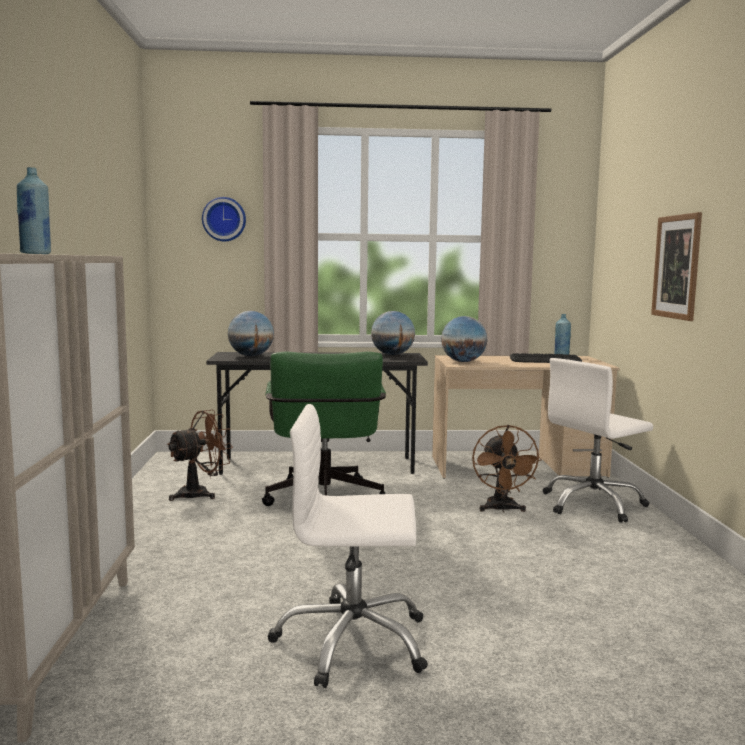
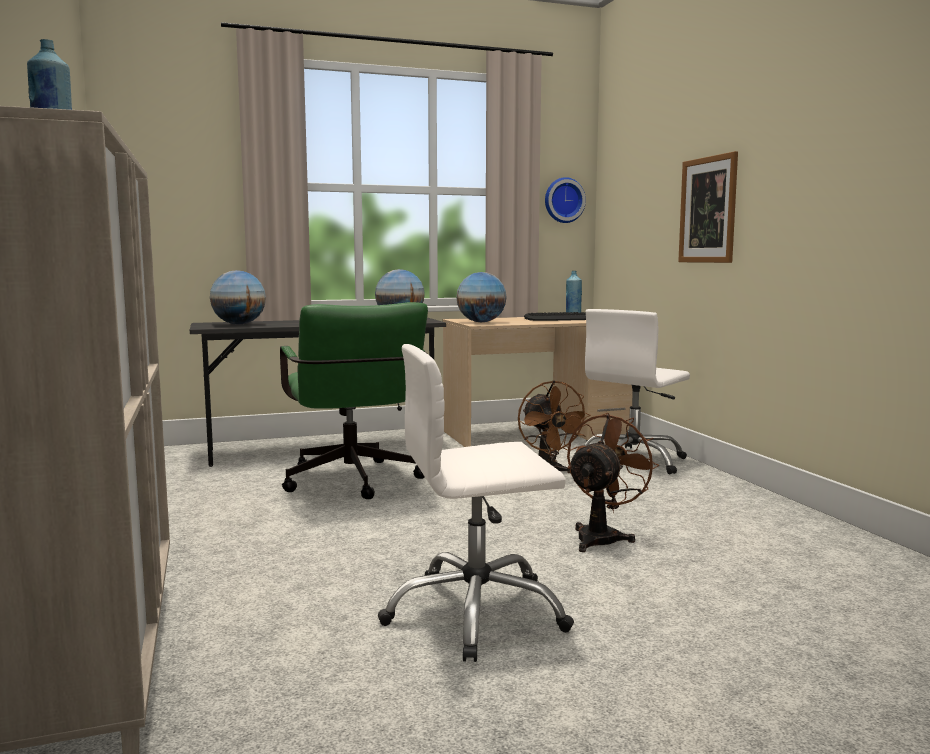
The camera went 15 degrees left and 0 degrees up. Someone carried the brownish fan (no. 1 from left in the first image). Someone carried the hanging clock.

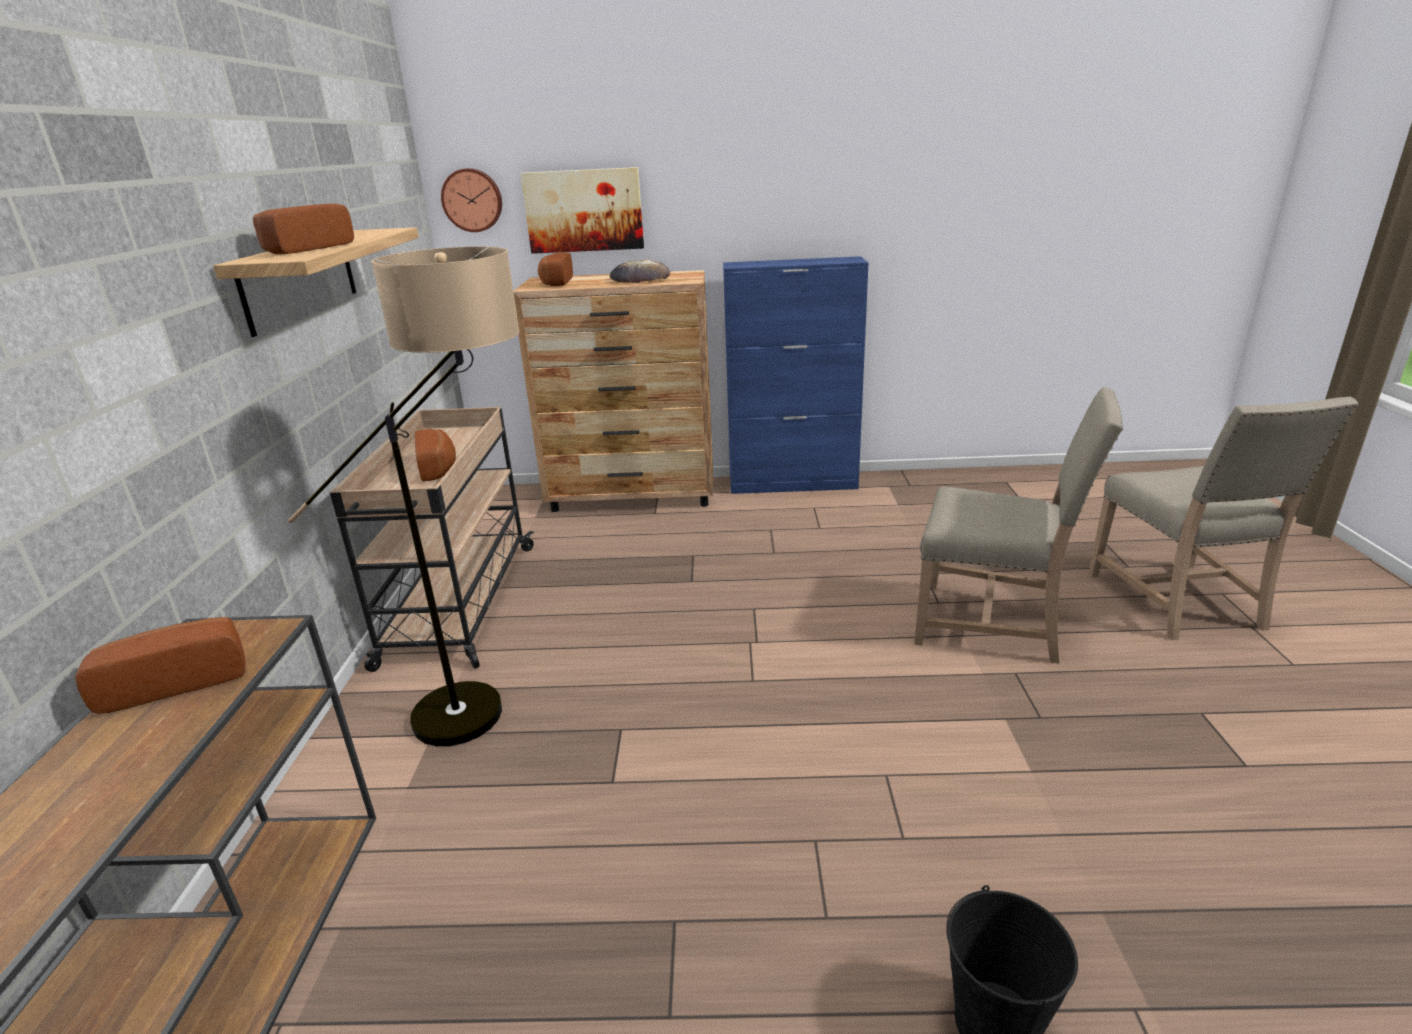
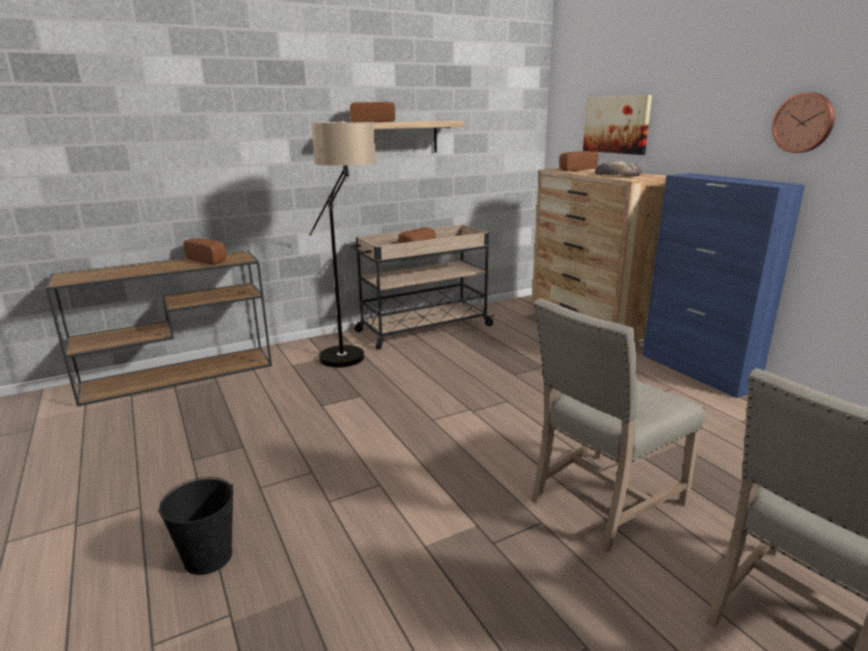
The camera went 60 degrees right and 5 degrees down. Someone carried the hanging clock. Someone rotated the beige-coloured plain chair (no. 1 from left) by 60 degrees clockwise.

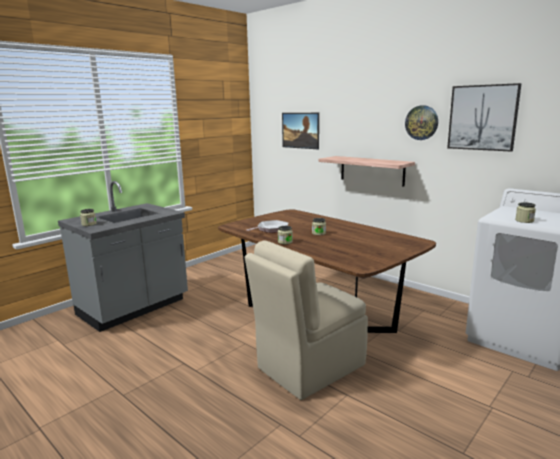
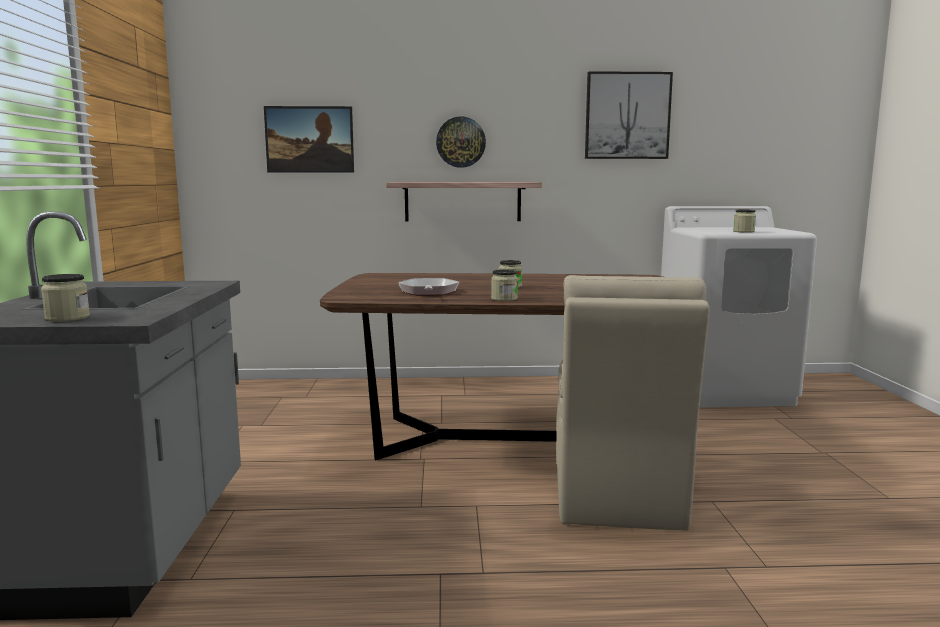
The camera went 45 degrees left and 5 degrees down. Someone carried the hanging clock.

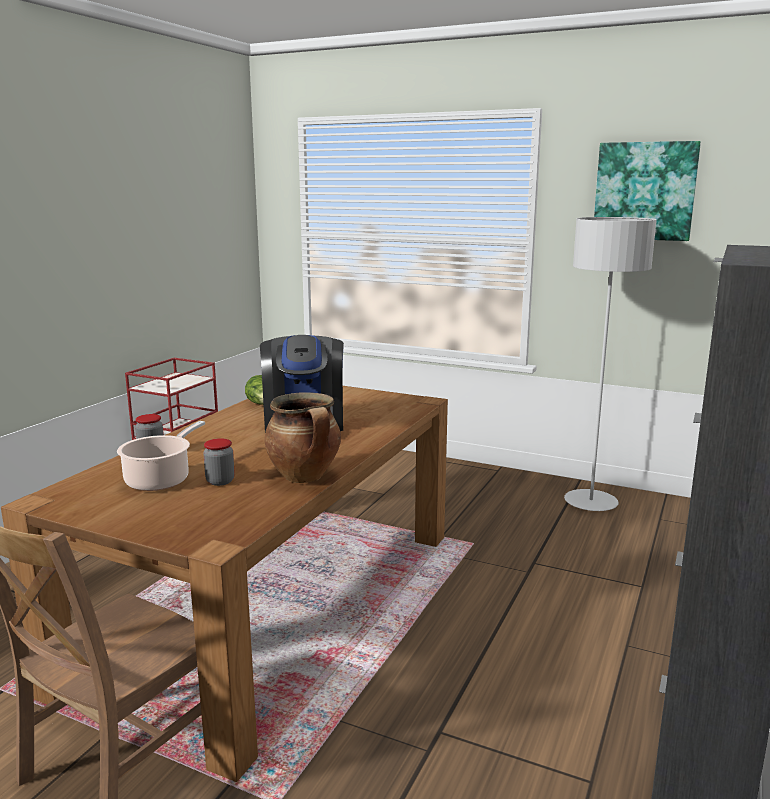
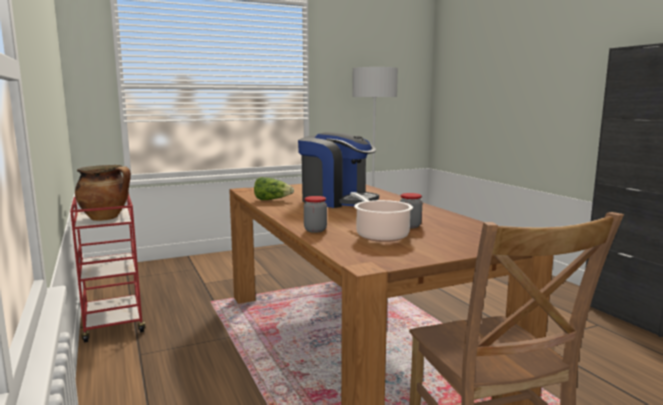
The camera went 50 degrees left and 5 degrees down. Someone carried the saucepot (no. 2 from left in the first image). Someone took away the wall picture.

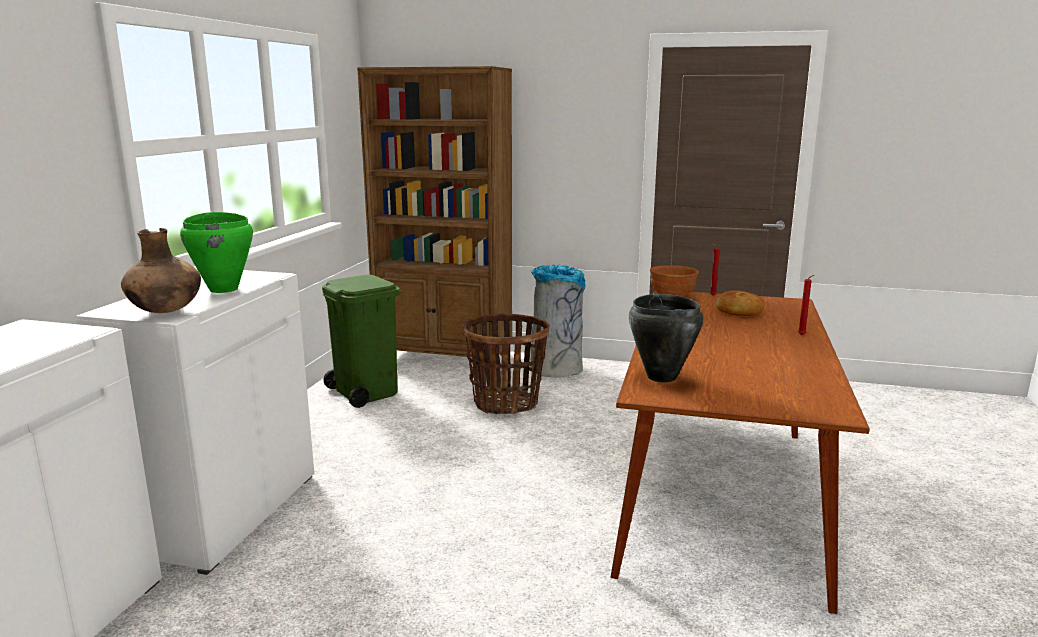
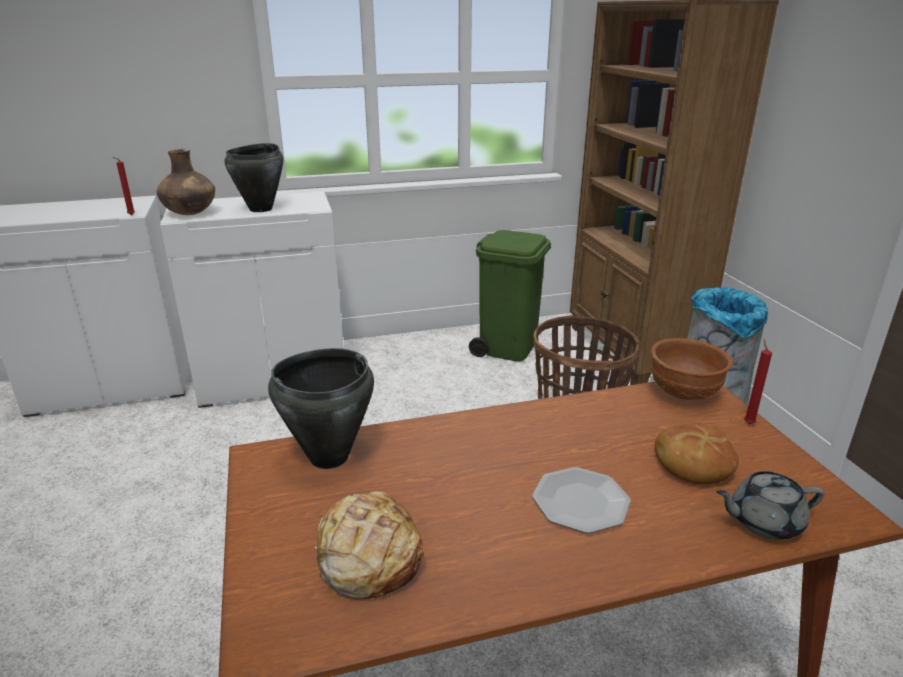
The camera went 60 degrees right and 10 degrees up. Someone repainted the green saucepot, which became the blackish saucepot (no. 1 from left). Someone carried the red wax light (no. 2 from left in the first image). Someone put down the bread (no. 1 from left). Someone put down the plate. Someone put down the grey pot for tea.

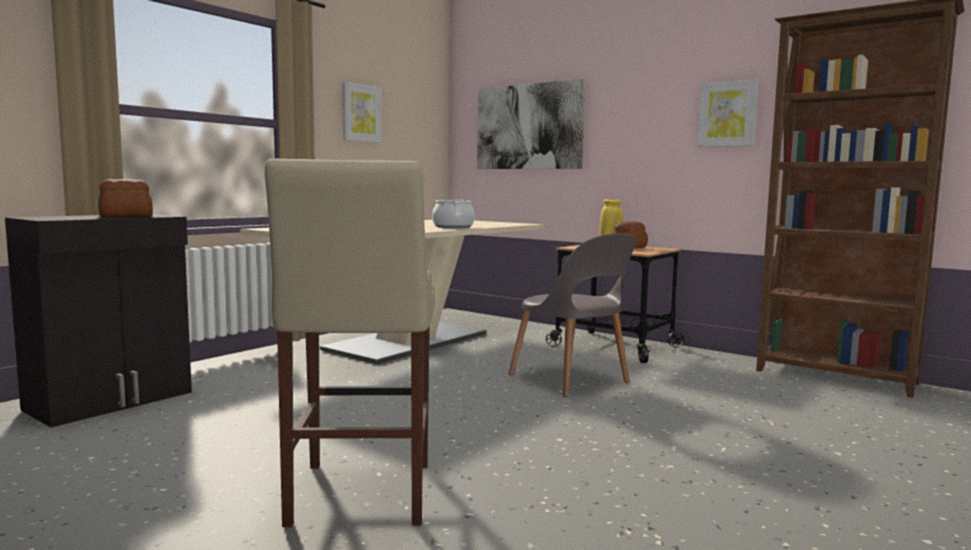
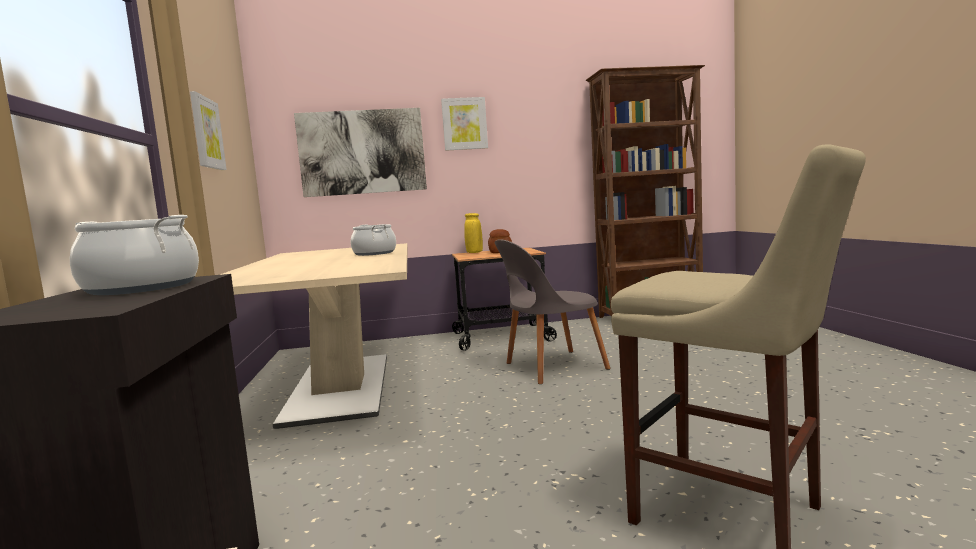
The camera went 45 degrees left and 0 degrees up. Someone swapped the bread (no. 1 from left) for the saucepot (no. 1 from left). Someone rotated the grey plain chair by 150 degrees clockwise. Someone carried the wall picture (no. 3 from left).

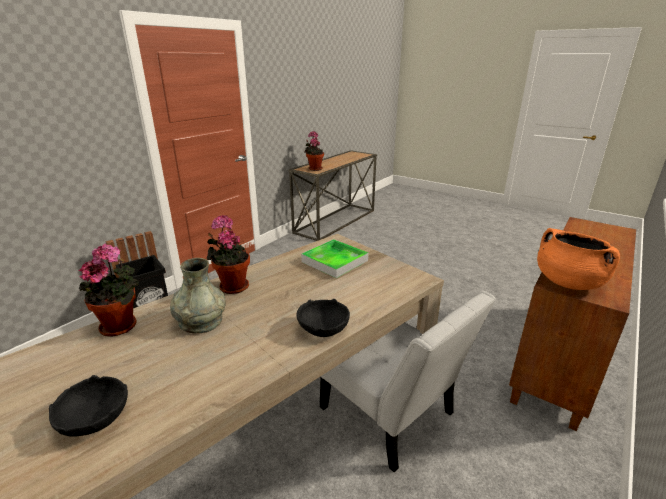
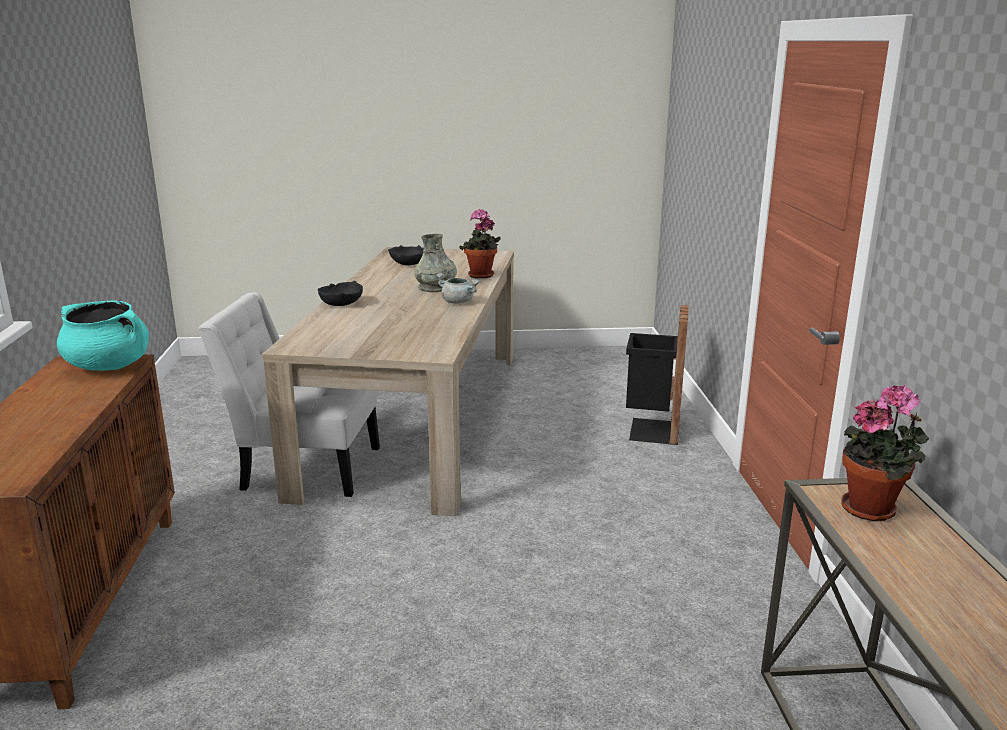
The camera went 140 degrees right and 5 degrees down. Someone swapped the plant in a pot (no. 2 from left) for the grey saucepot. Someone took away the carrying tray. Someone repainted the orange saucepot, which became the turquoise-coloured saucepot.

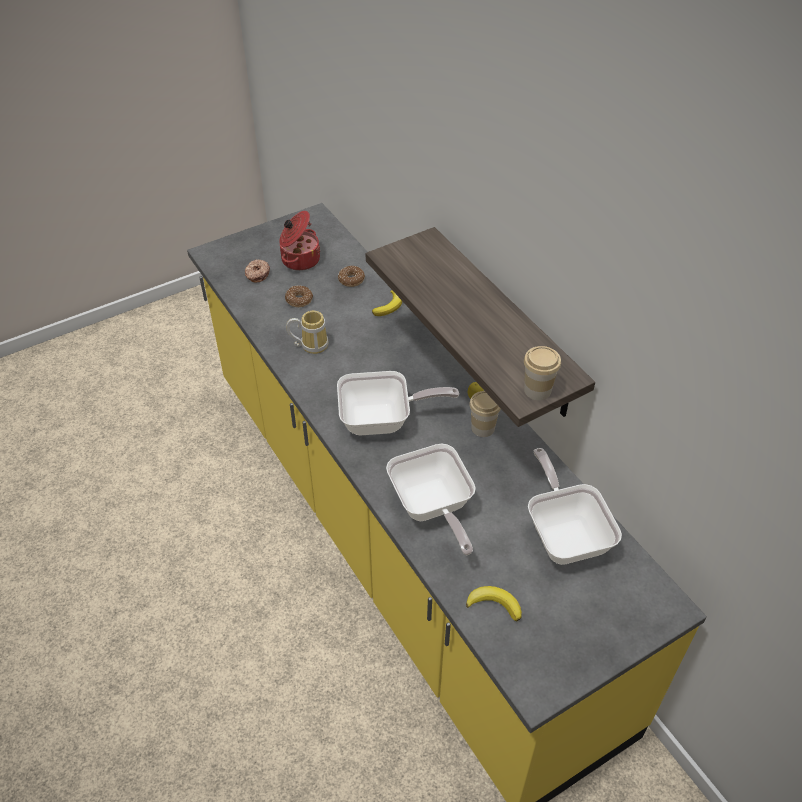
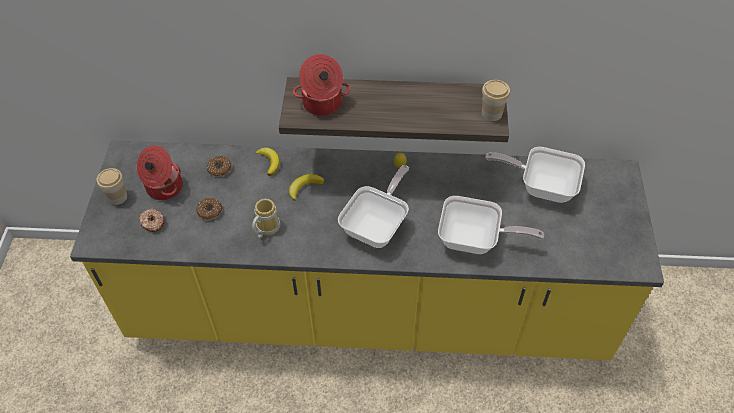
The camera went 55 degrees left and 5 degrees up. Someone carried the whole banana (no. 2 from left). Someone carried the small cup (no. 1 from left). Someone put down the saucepot (no. 2 from left).

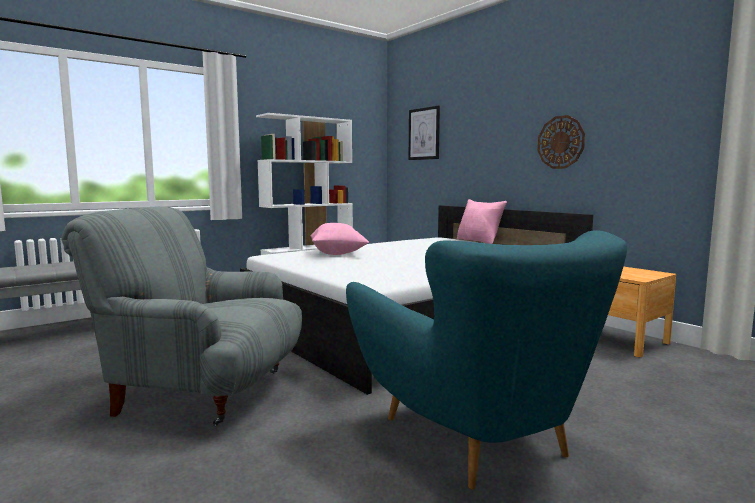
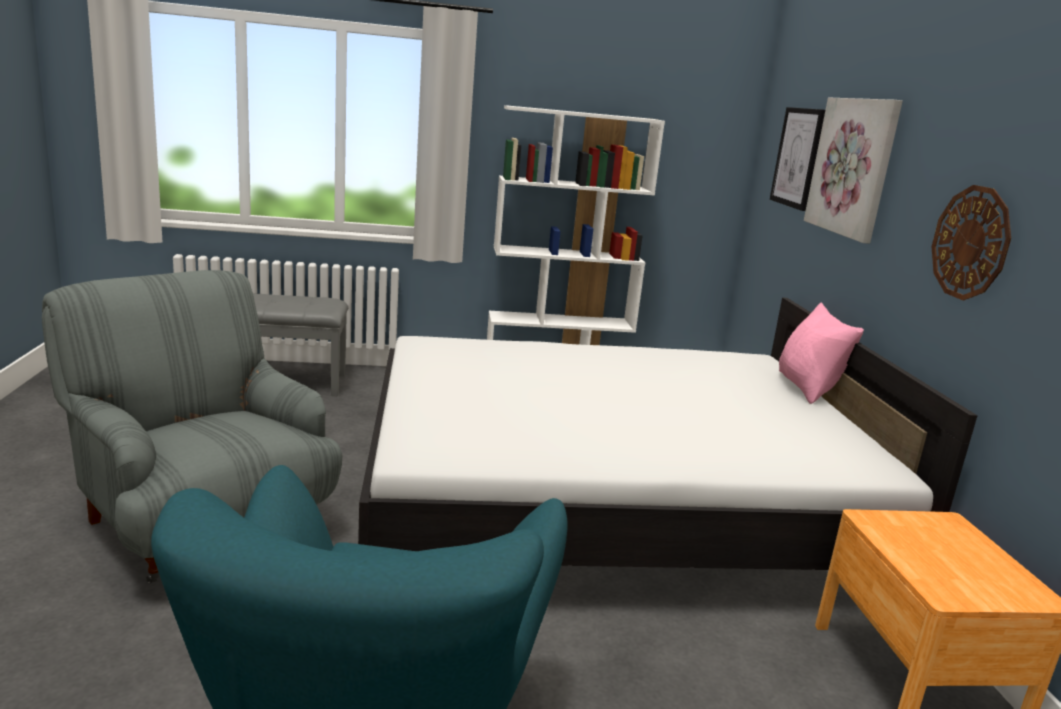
The camera went 30 degrees right and 10 degrees up. Someone took away the pink cushion (no. 1 from left). Someone put up the wall picture (no. 2 from left).

